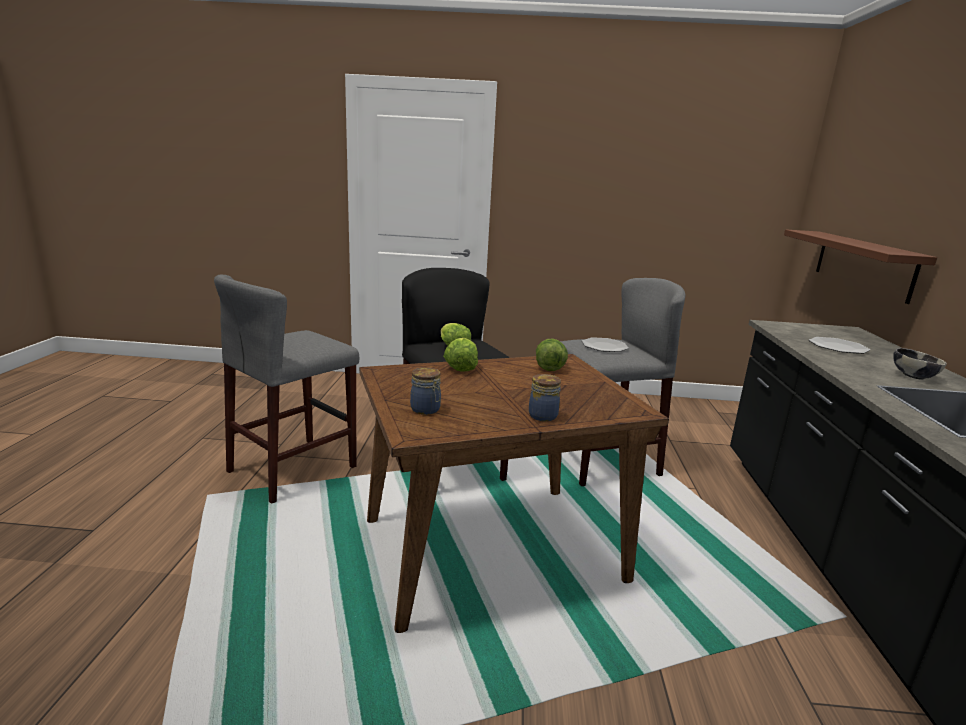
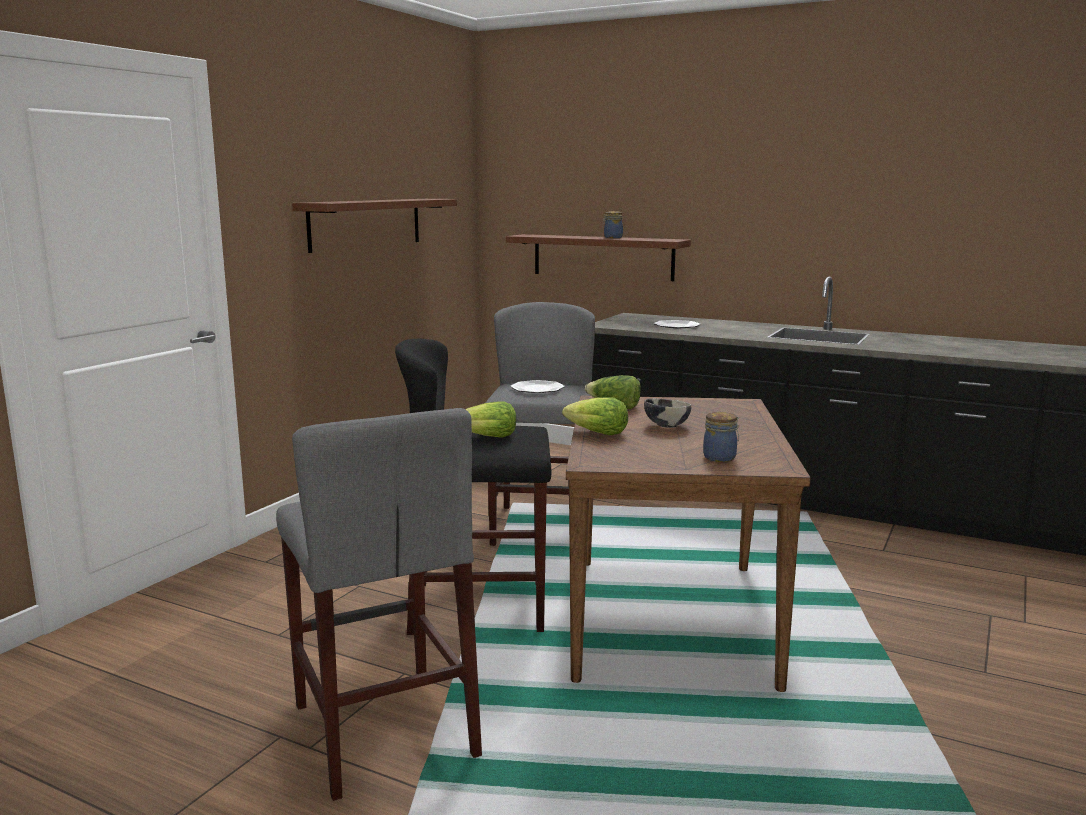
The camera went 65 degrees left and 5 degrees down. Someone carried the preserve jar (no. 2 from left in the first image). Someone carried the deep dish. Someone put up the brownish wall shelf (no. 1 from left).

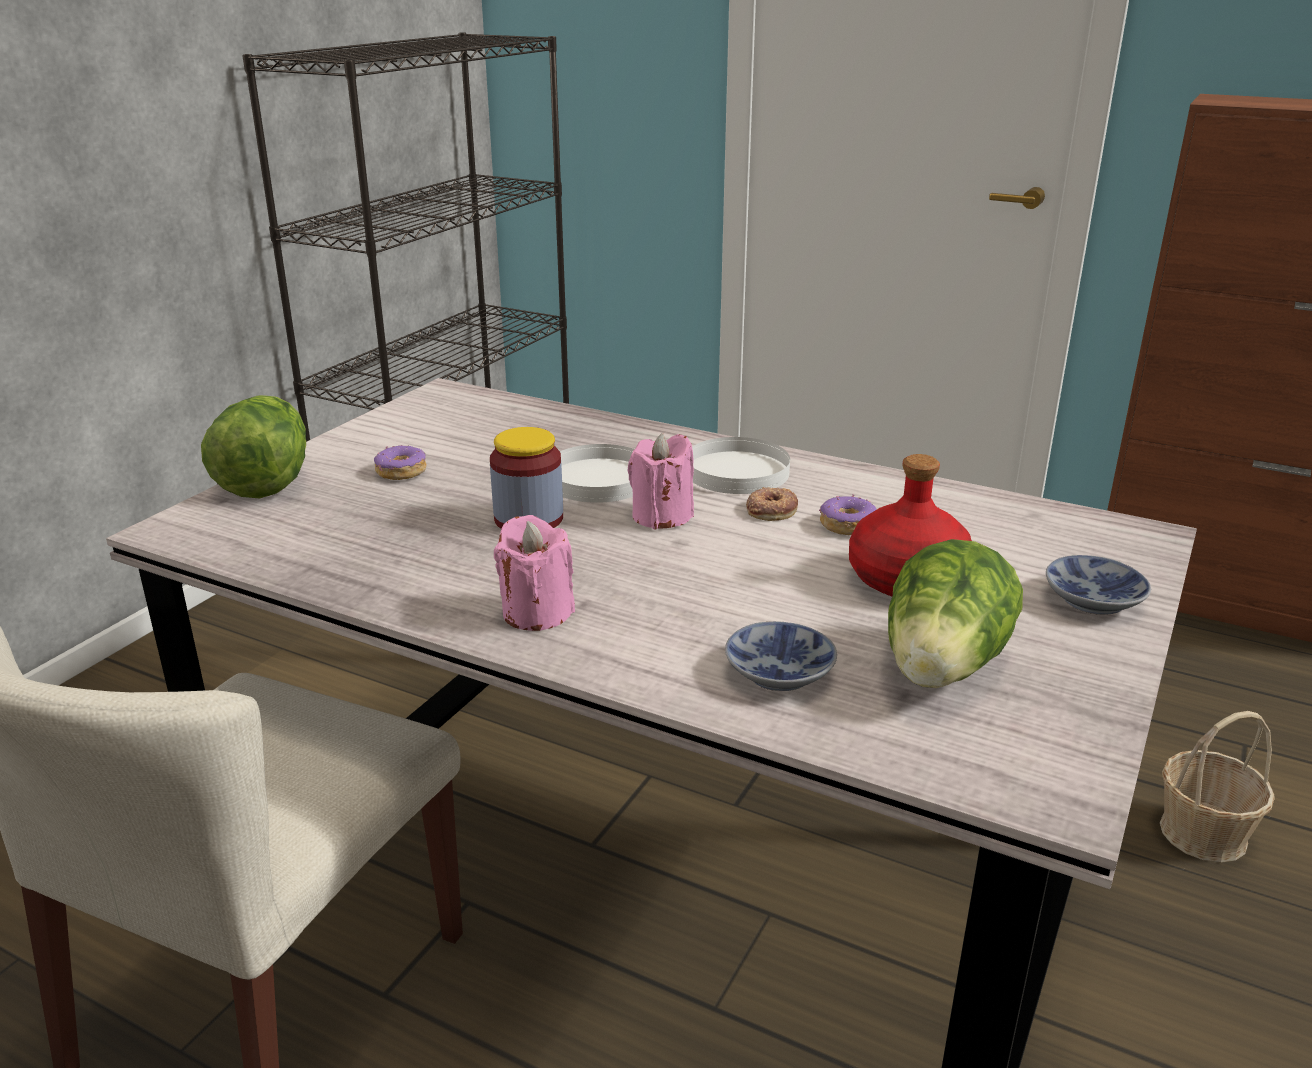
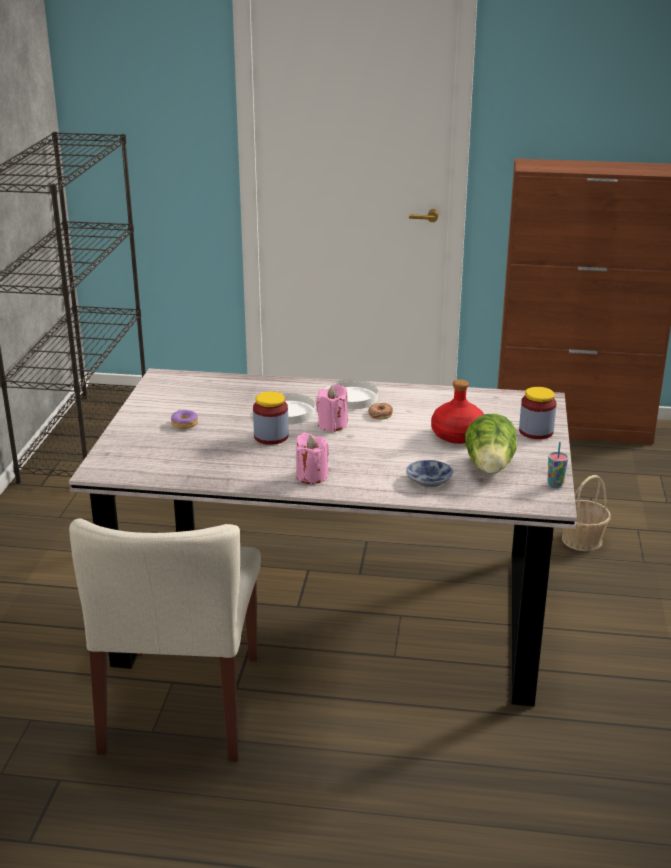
The camera went 20 degrees left and 0 degrees up. Someone took away the lettuce (no. 1 from left). Someone took away the ring doughnut (no. 3 from left). Someone swapped the deep dish (no. 2 from left) for the preserve jar (no. 2 from left). Someone put down the small cup.

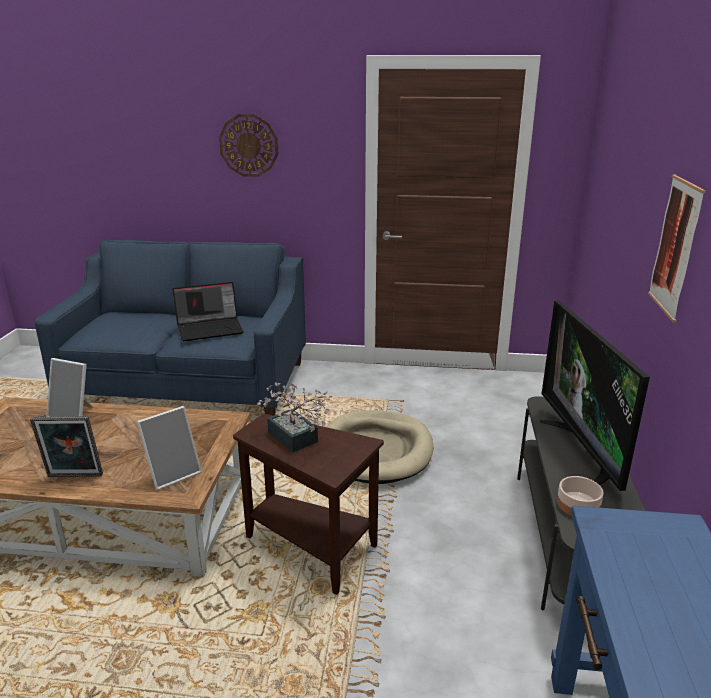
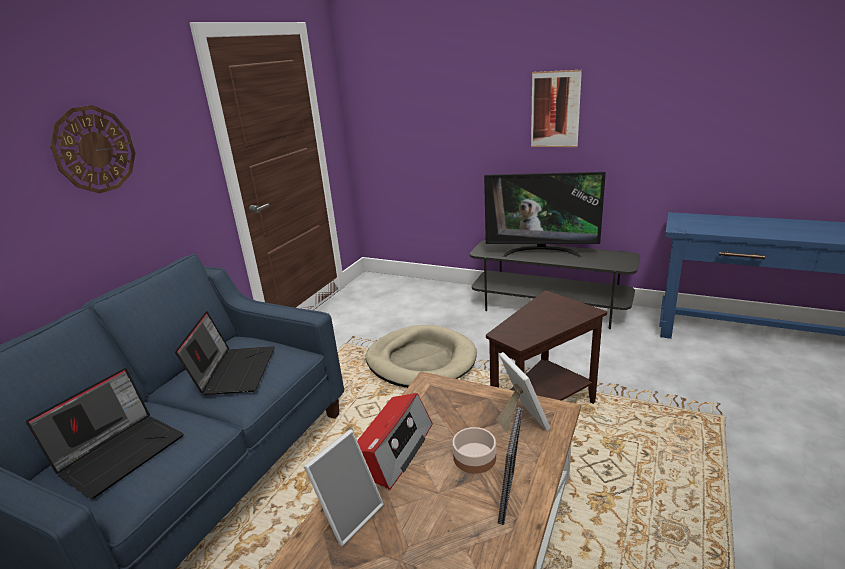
The camera went 70 degrees left and 0 degrees up. Someone took away the plant in a pot. Someone carried the deep dish. Someone put down the notebook computer (no. 1 from left). Someone put down the radio.

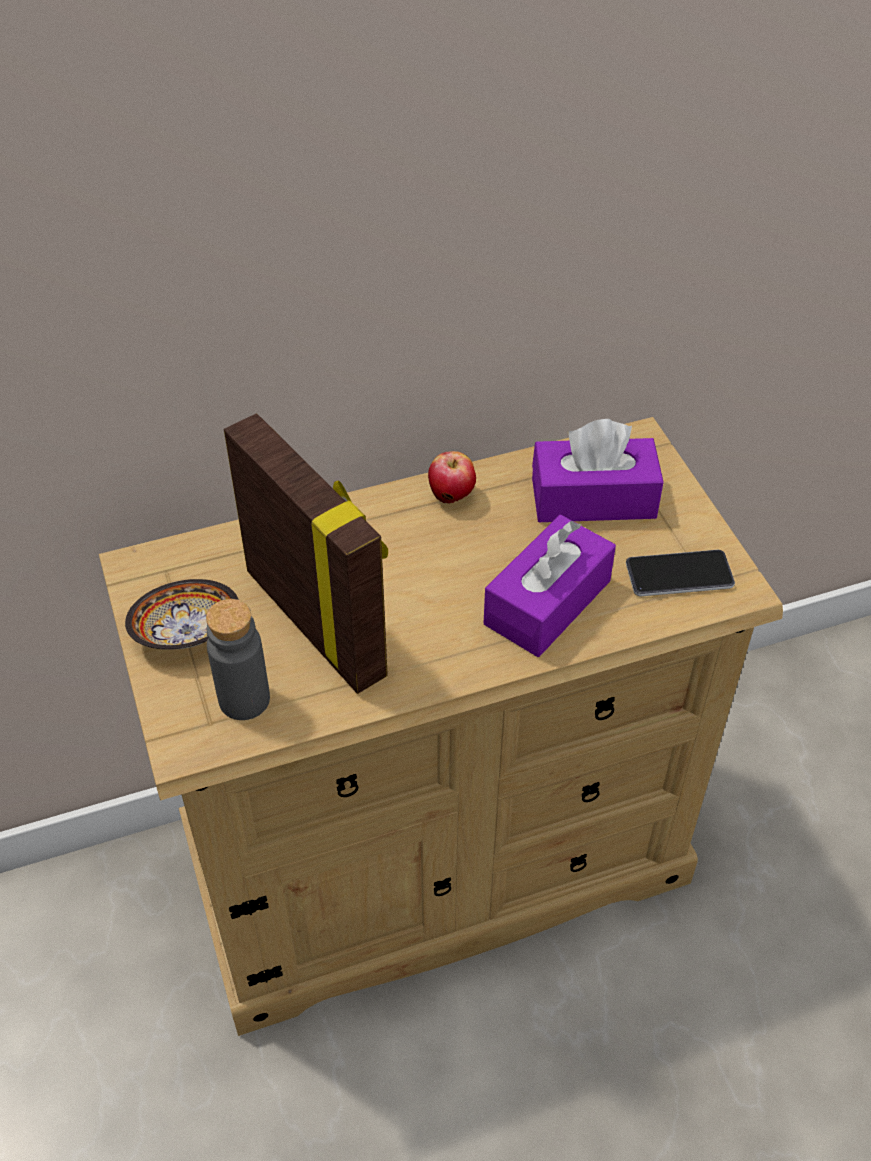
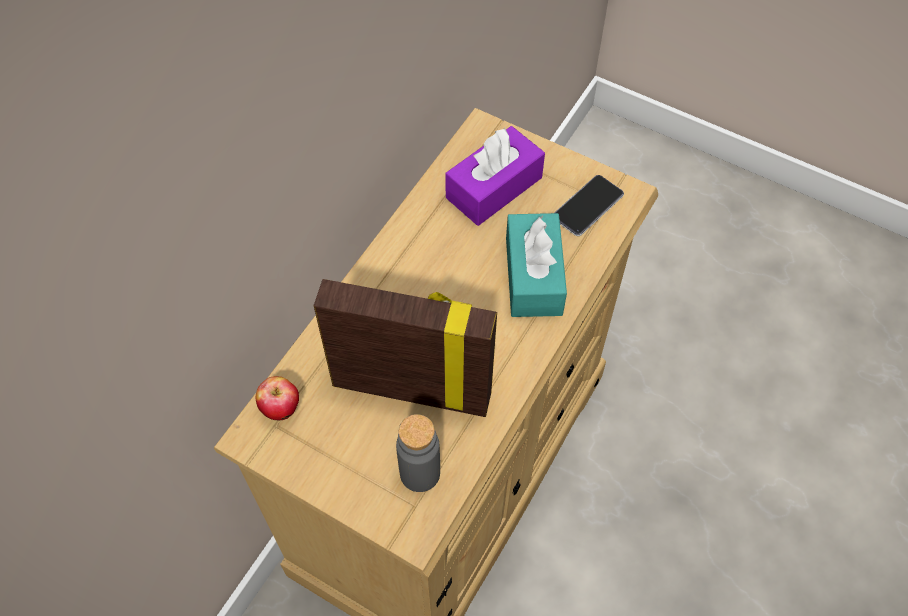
The camera went 40 degrees left and 10 degrees up. Someone took away the deep dish. Someone carried the whole apple. Someone repainted the purple-coloured box of tissues (no. 1 from left), which became the turquoise-coloured box of tissues.

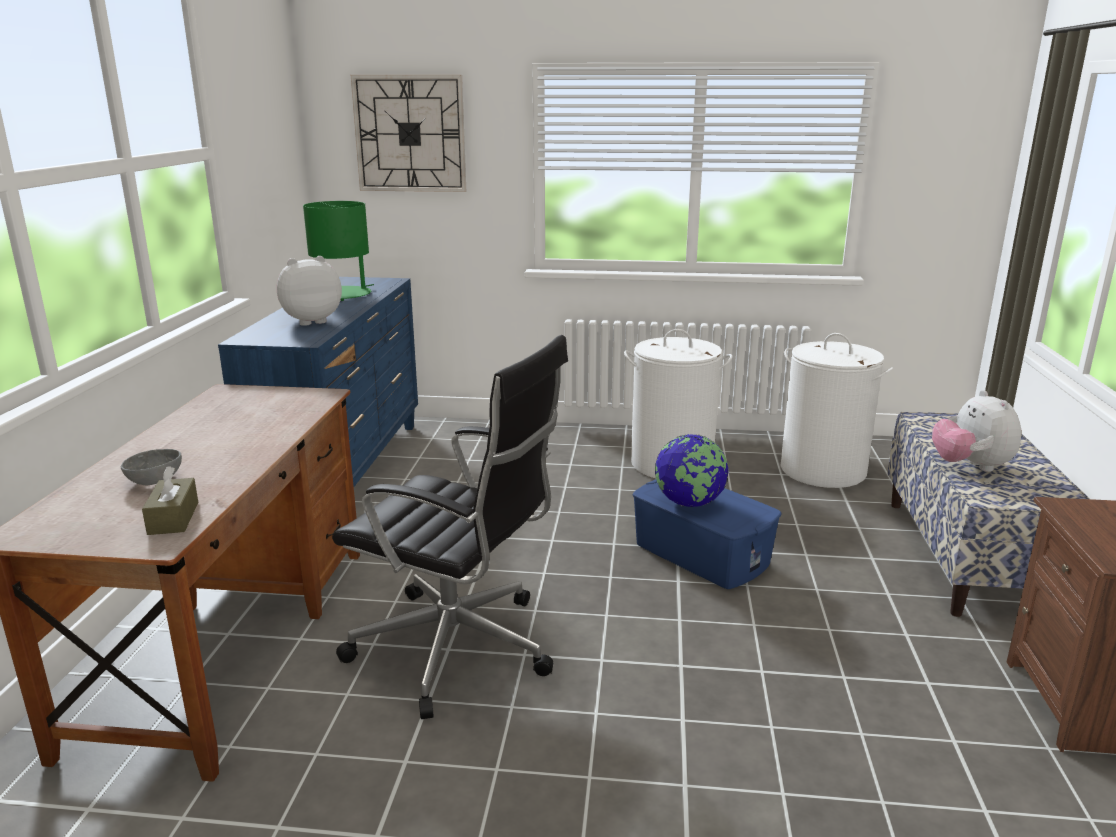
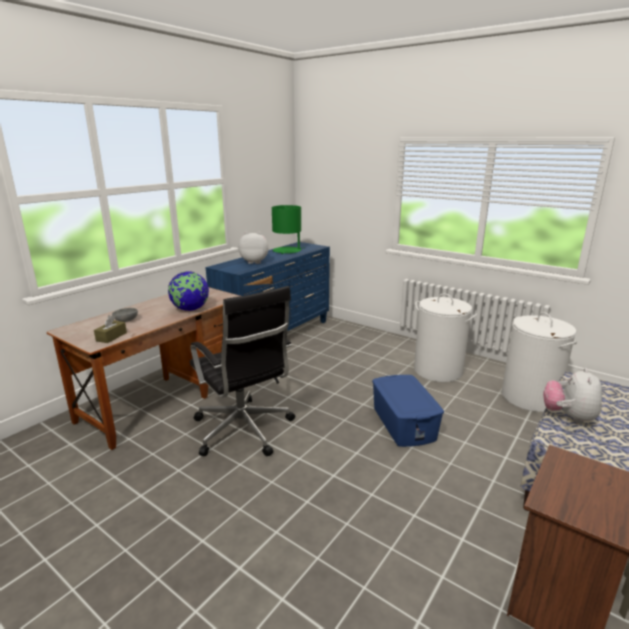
The camera went 30 degrees right and 0 degrees up. Someone took away the hanging clock. Someone carried the desk globe.

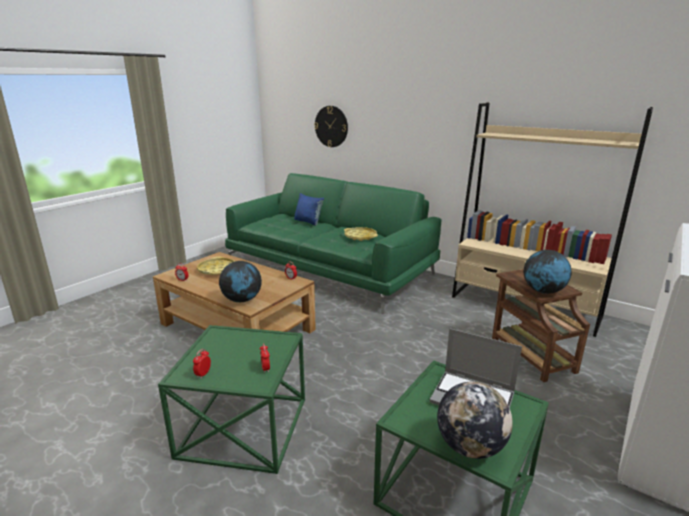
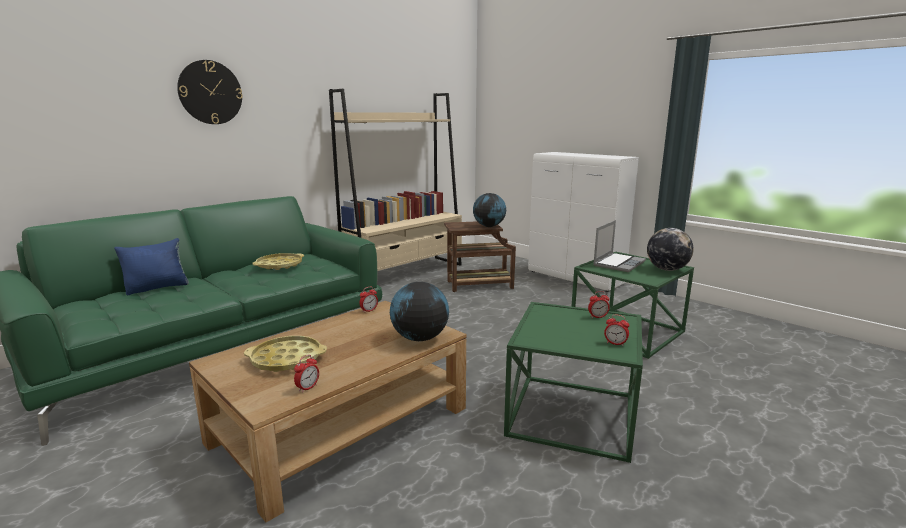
The camera went 80 degrees left and 5 degrees down. Someone carried the hanging clock.

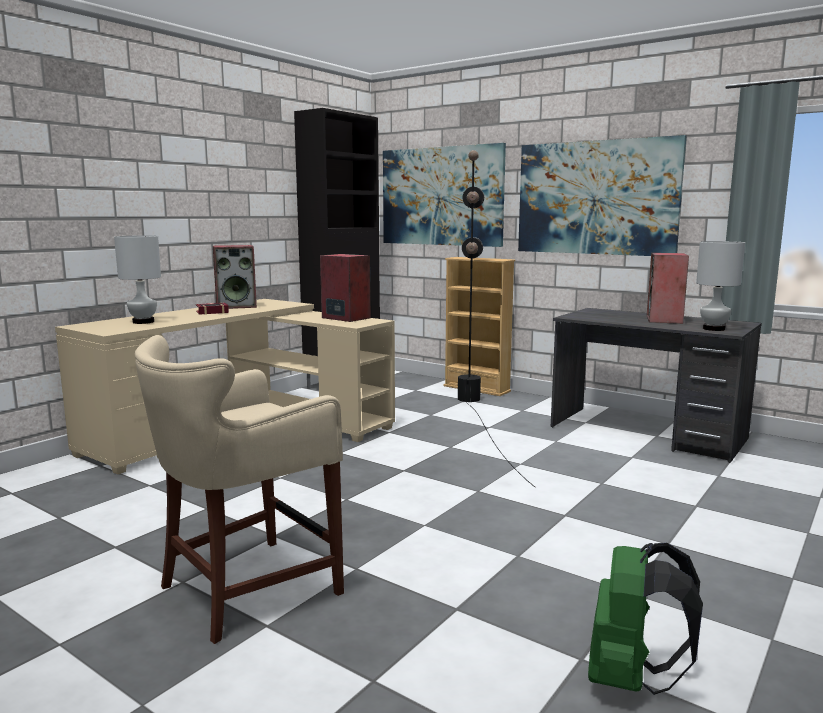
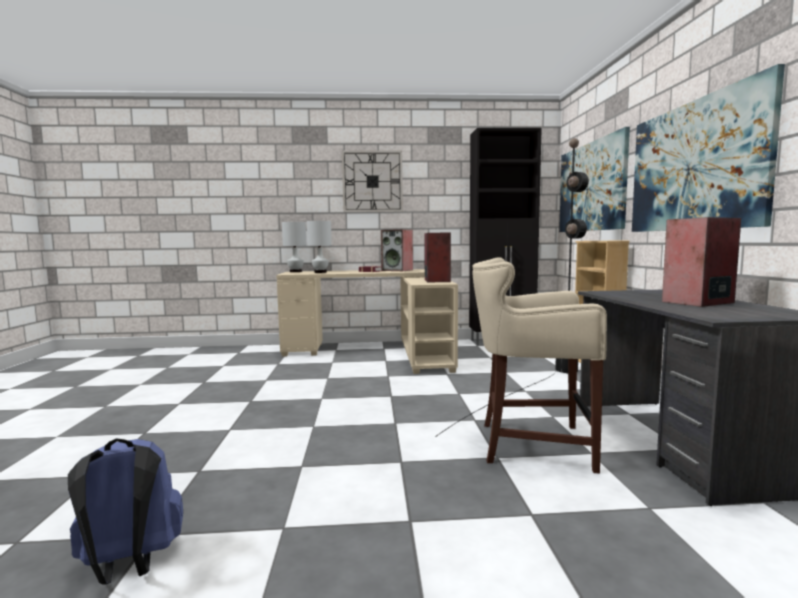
The camera went 50 degrees right and 5 degrees down. Someone carried the beige-coloured sitting stool. Someone repainted the green rucksack, which became the bluish rucksack. Someone carried the whitish table lamp (no. 2 from left in the first image). Someone put up the hanging clock.

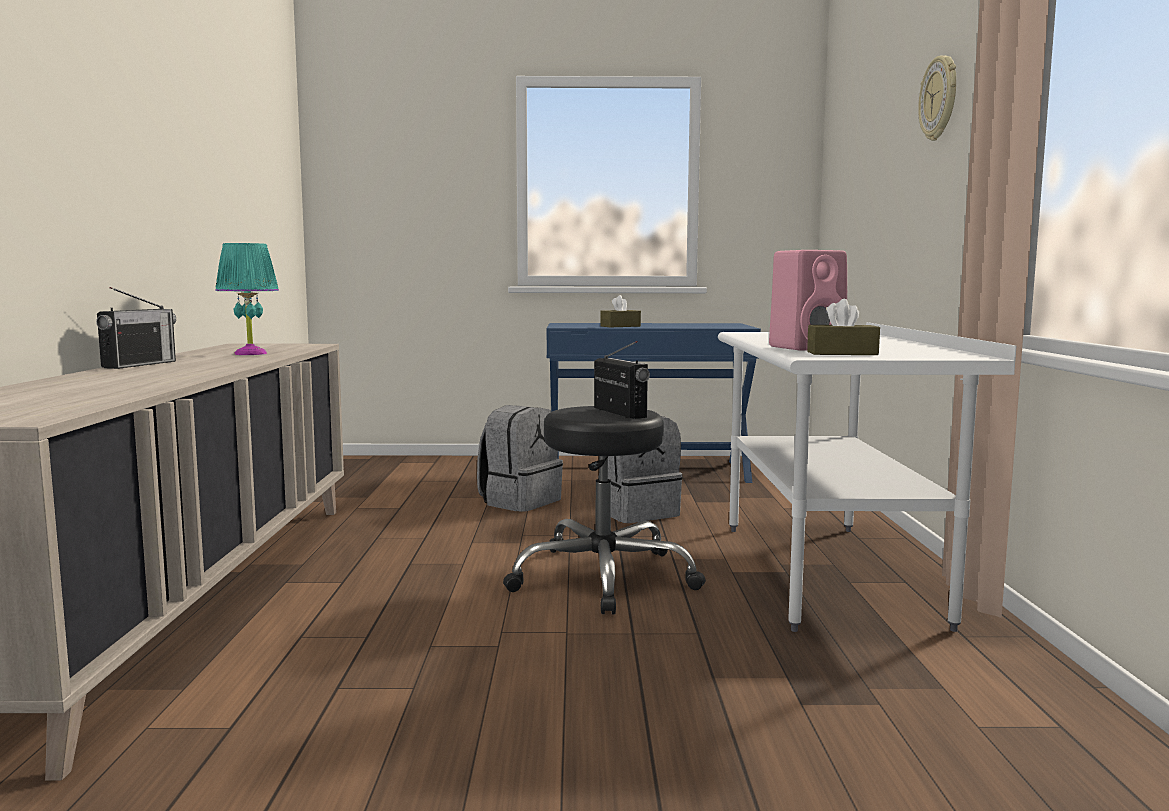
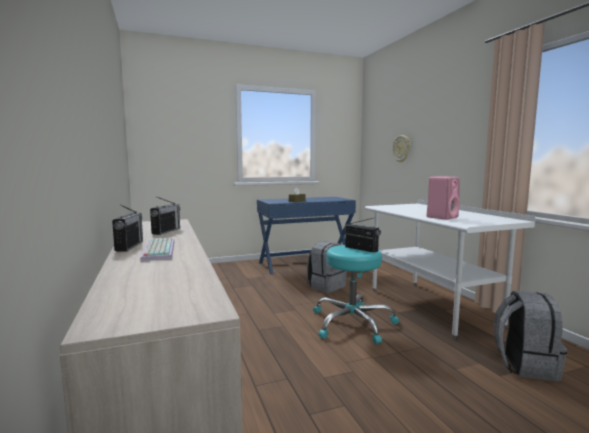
The camera went 20 degrees left and 0 degrees up. Someone swapped the turquoise-coloured table lamp for the radio (no. 2 from left). Someone carried the grey rucksack (no. 1 from left in the first image). Someone repainted the blackish sitting stool, which became the turquoise-coloured sitting stool. Someone took away the brownish box of tissues (no. 2 from left). Someone carried the hanging clock. Someone put down the PC keyboard.

